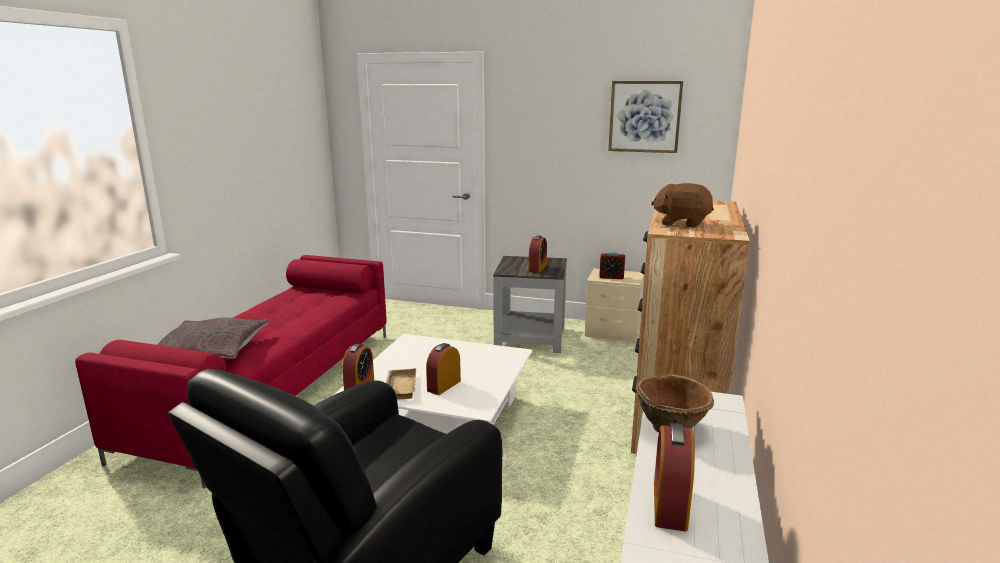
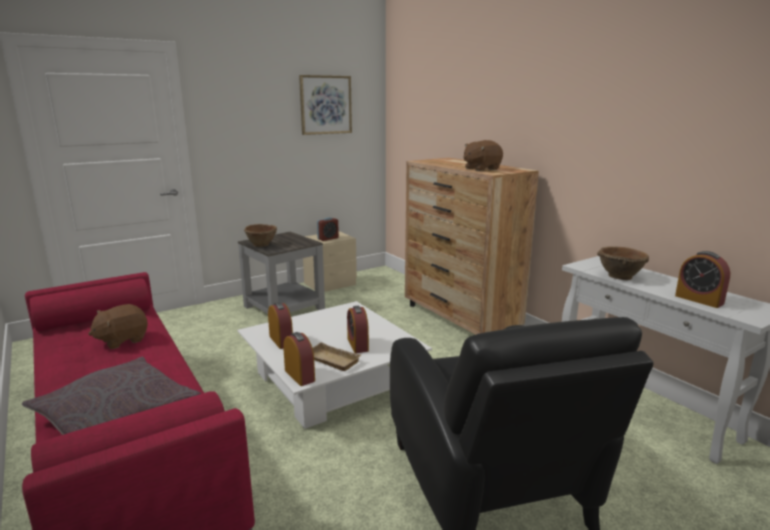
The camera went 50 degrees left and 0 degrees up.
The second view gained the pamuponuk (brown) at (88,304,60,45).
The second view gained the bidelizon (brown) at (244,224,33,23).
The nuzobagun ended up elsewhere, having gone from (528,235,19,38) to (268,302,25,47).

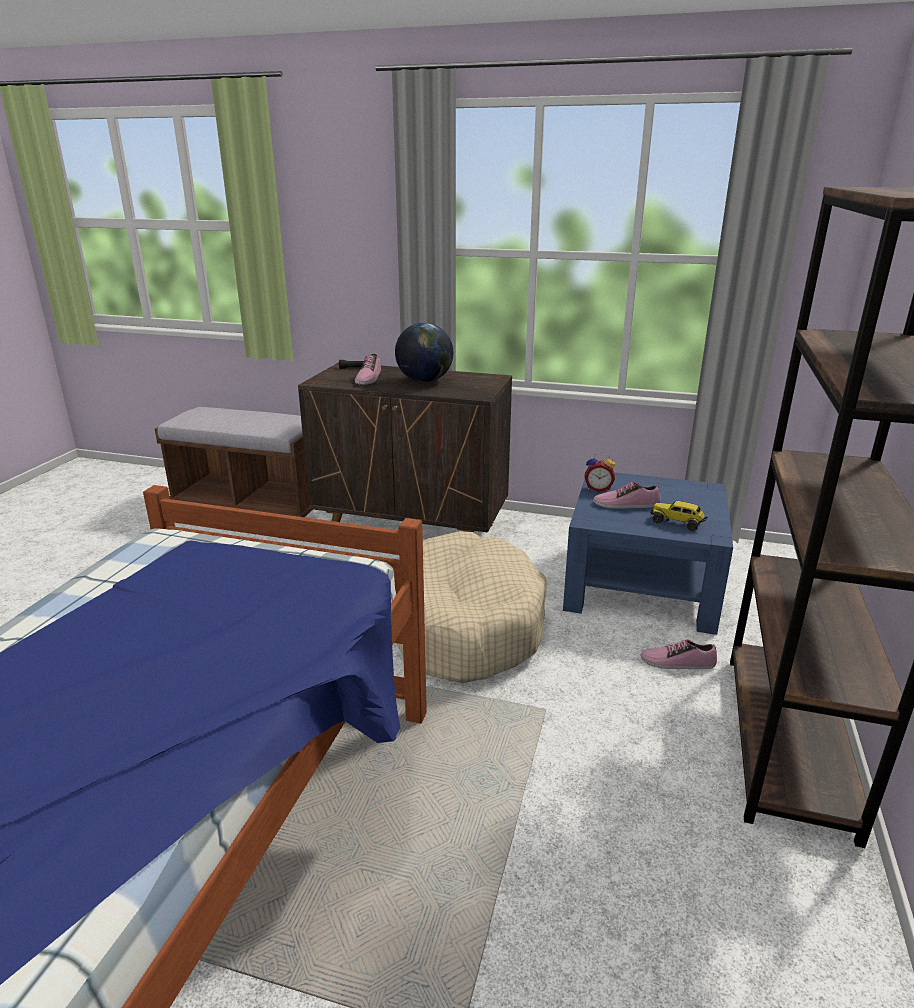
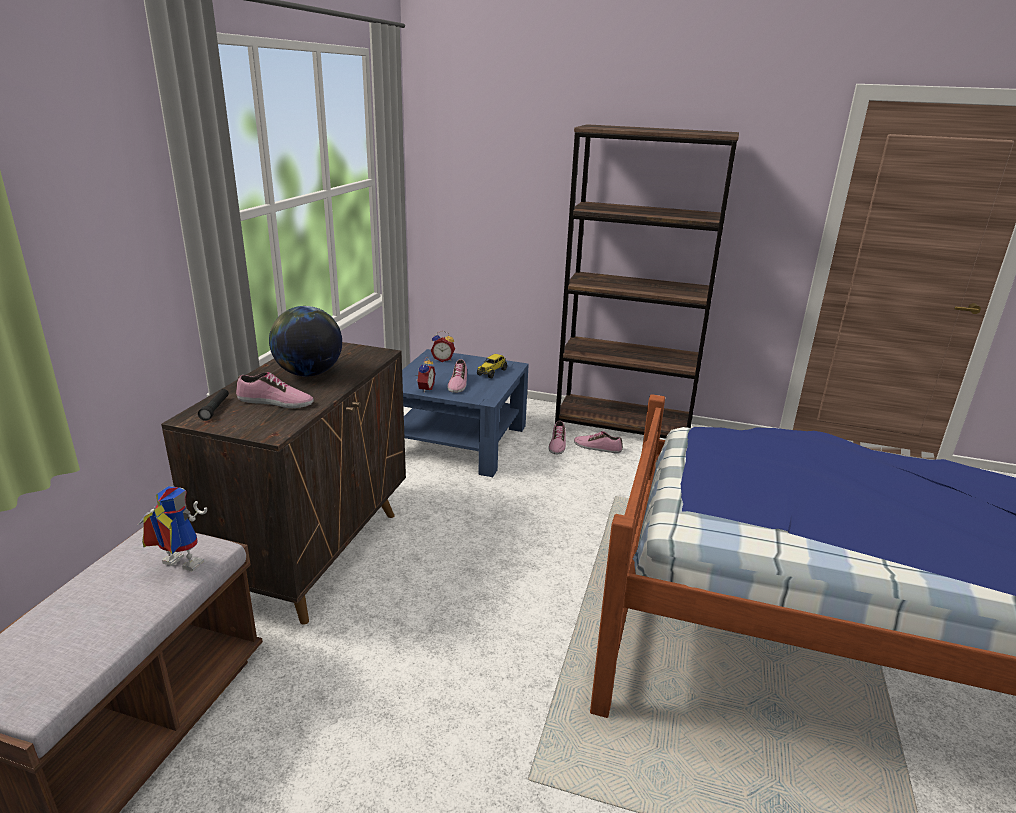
The camera went 90 degrees left and 0 degrees up.
The second view lost the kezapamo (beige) at (397,531,150,152).
The second view gained the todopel at (137,486,70,85).
The second view gained the nuzobagun at (431,331,24,31).
The second view gained the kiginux at (574,431,49,22).

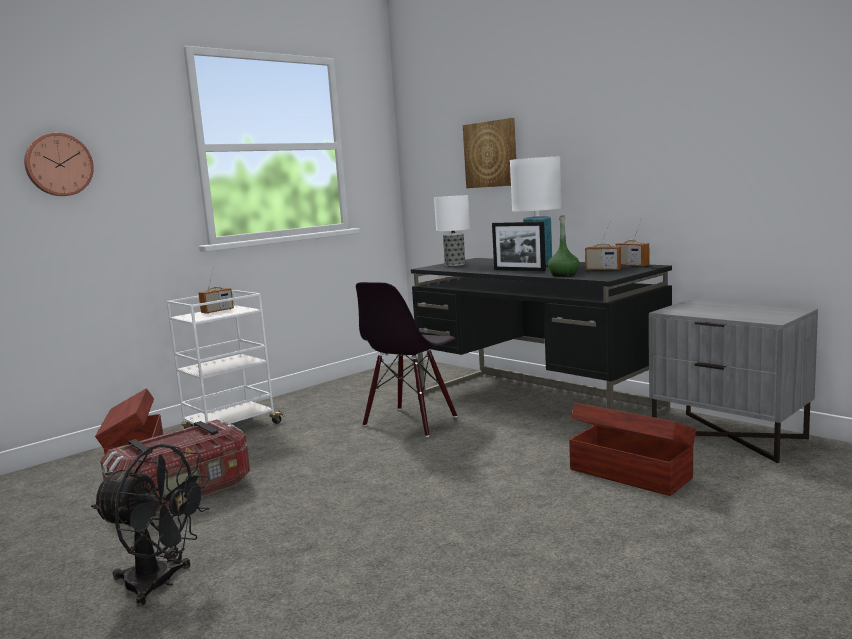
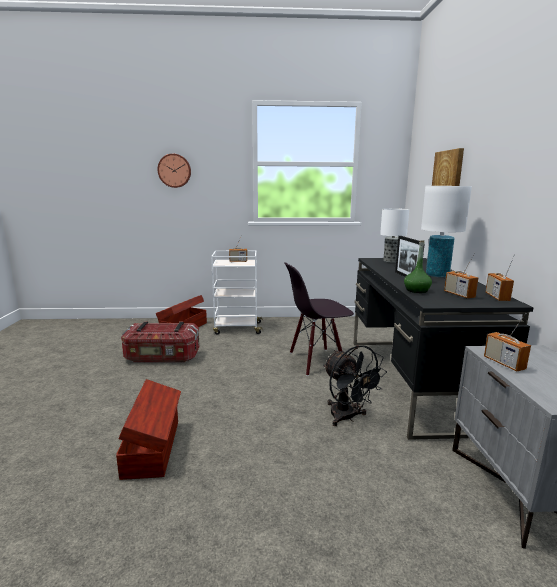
The camera went 40 degrees right and 5 degrees up.
The second view gained the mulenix at (484,313,47,58).
The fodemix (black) ended up elsewhere, having gone from (91,444,119,163) to (323,345,64,81).
The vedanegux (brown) ended up elsewhere, having gone from (569,403,127,93) to (116,379,65,101).

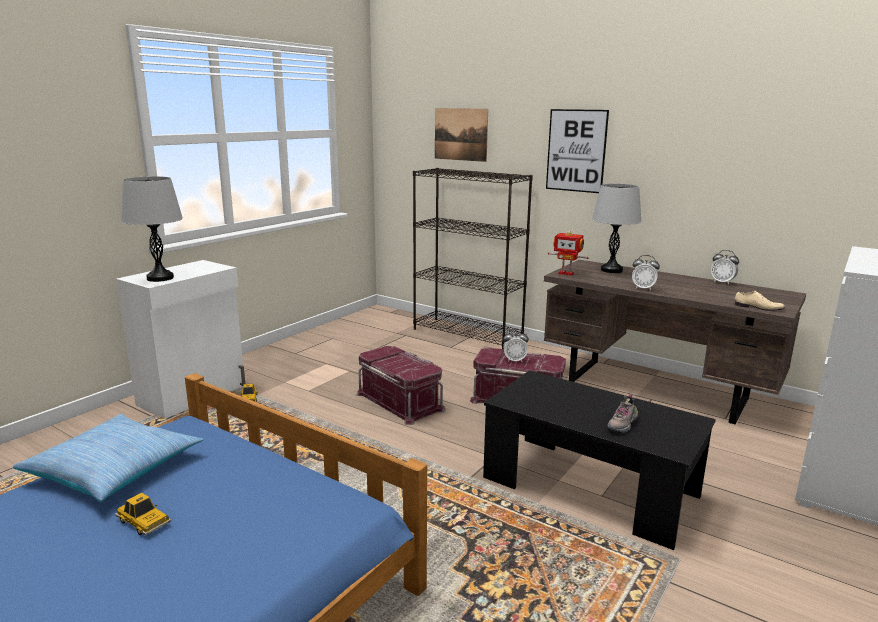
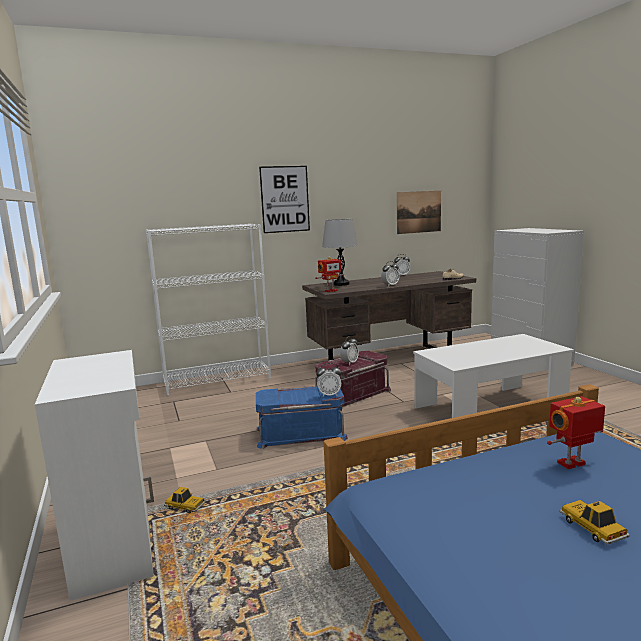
The camera went 55 degrees left and 5 degrees down.
The second view lost the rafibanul at (13,414,191,88).
The second view lost the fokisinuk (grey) at (121,176,62,106).
The second view lost the kiginux at (607,394,31,39).
The second view gained the nuzobagun at (316,363,26,34).
The second view gained the todopel at (547,396,58,73).
The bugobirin ended up elsewhere, having gone from (435,108,53,54) to (397,191,44,43).
What was the vedanegux (red) at (356,346,89,79) turned into the vedanegux (blue) at (256,385,92,64).
What was the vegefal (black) at (413,168,120,181) turned into the vegefal (white) at (145,223,126,173).
What was the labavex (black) at (483,370,233,180) turned into the labavex (white) at (413,334,161,84).
The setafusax at (115,493,56,42) ended up facing another way, 90 degrees counterclockwise from before.

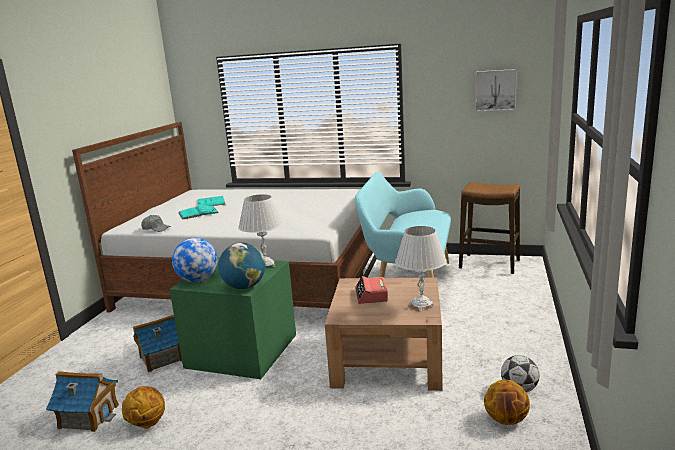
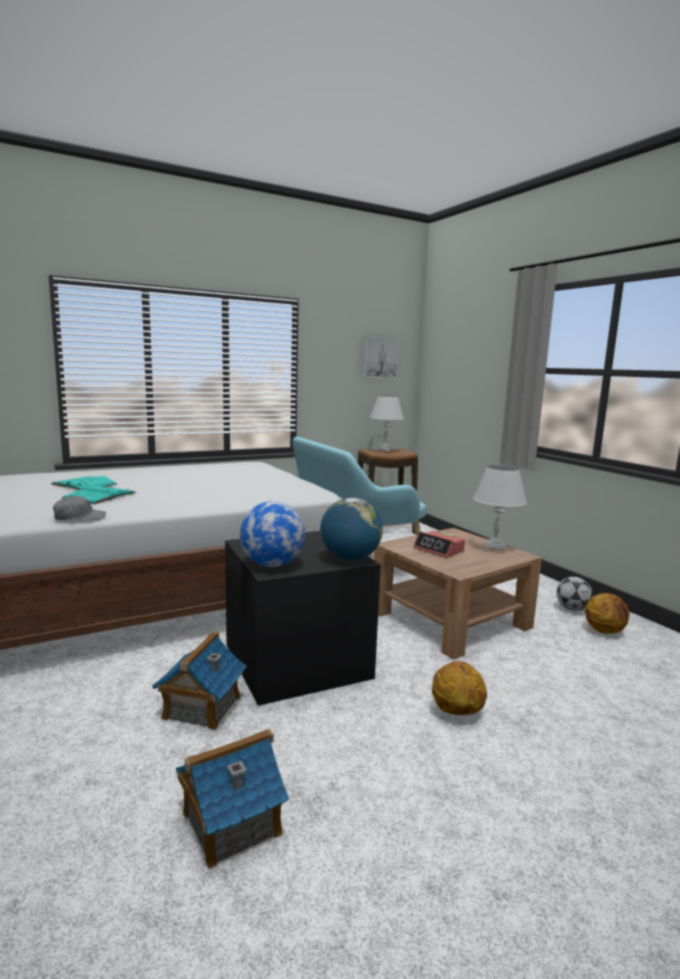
The camera went 45 degrees left and 5 degrees down.
The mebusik ended up elsewhere, having gone from (122,386,43,43) to (432,661,55,54).
The fokisinuk (white) ended up elsewhere, having gone from (238,194,45,73) to (370,396,34,56).
What was the vedanegux (green) at (169,257,127,122) turned into the vedanegux (black) at (225,531,156,175).

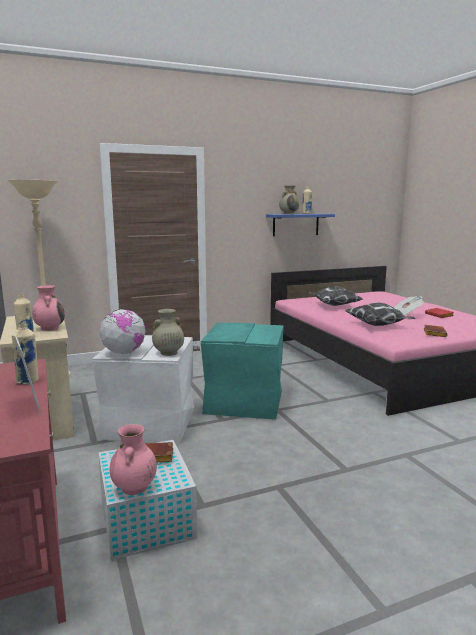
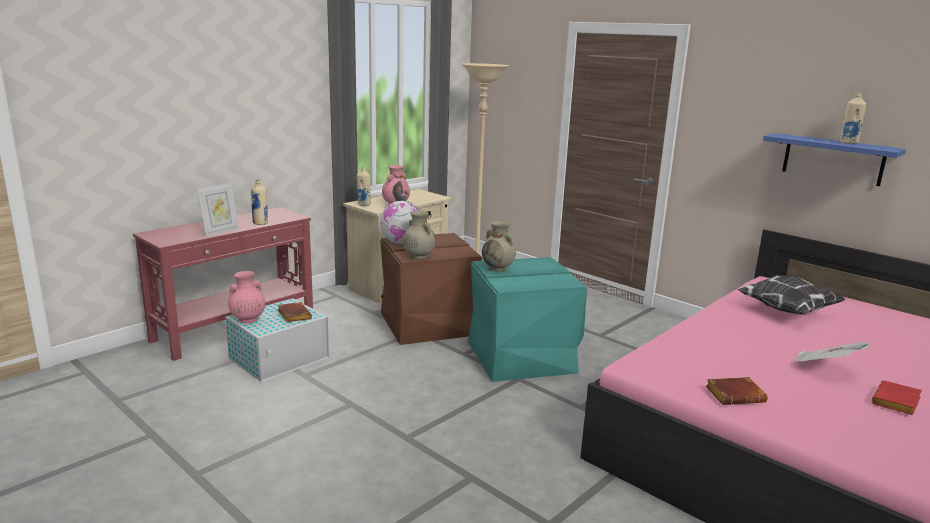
The camera went 65 degrees right and 5 degrees up.
The second view lost the rafibanul at (345,303,71,23).
The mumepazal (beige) ended up elsewhere, having gone from (279,185,20,29) to (482,221,34,50).
What was the vedanegux (white) at (92,335,102,108) turned into the vedanegux (brown) at (380,233,102,112).

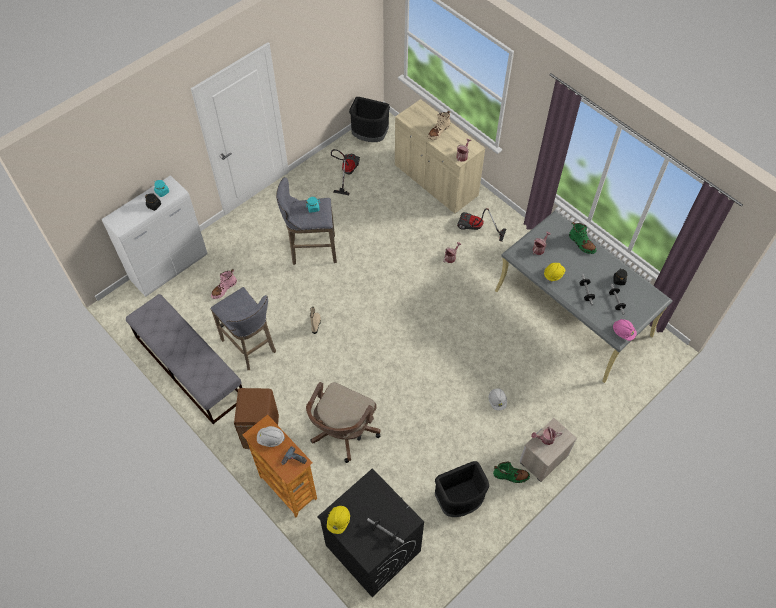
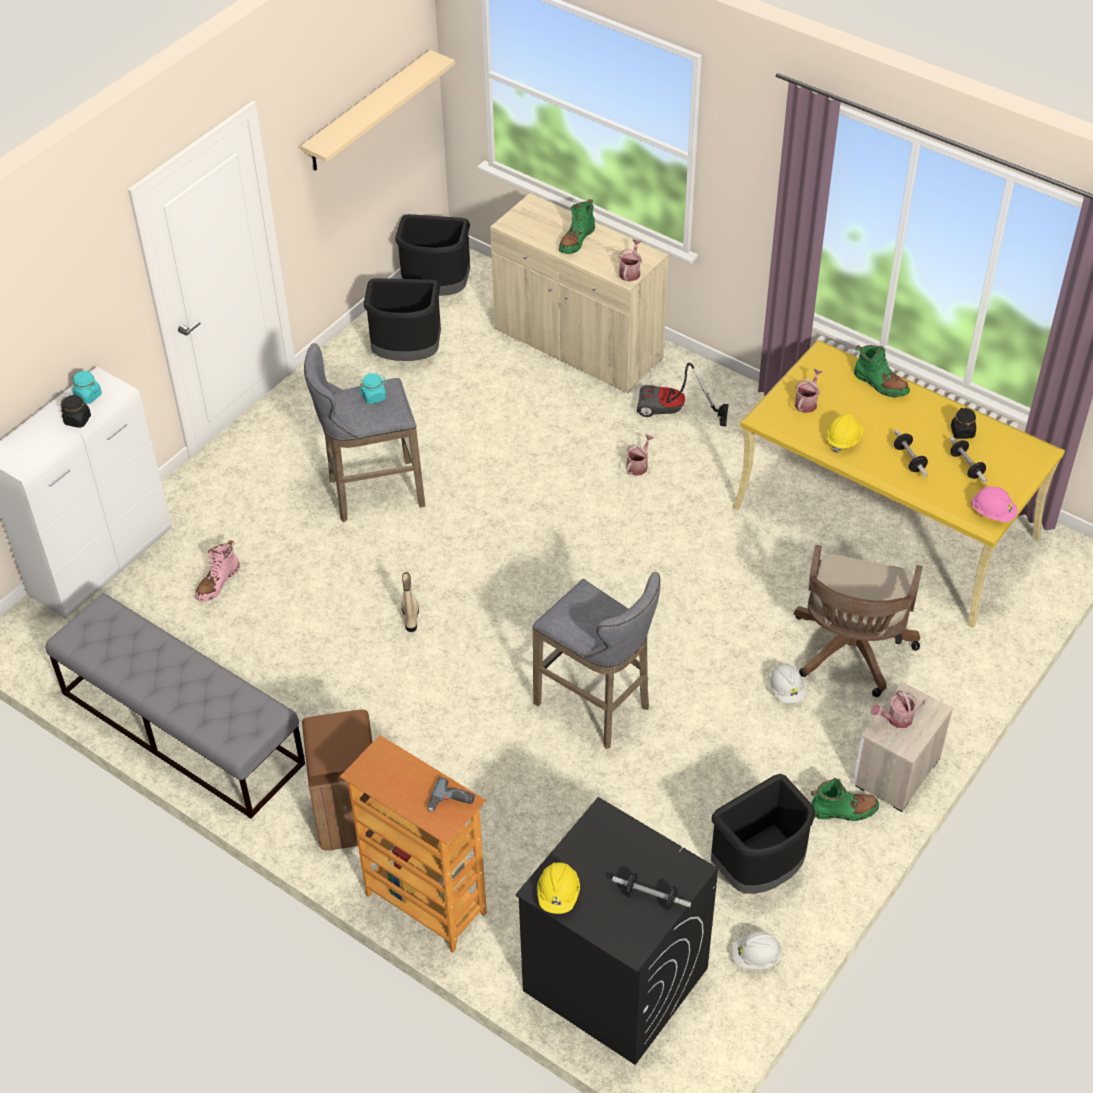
The camera went 10 degrees left and 10 degrees down.
The second view gained the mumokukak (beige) at (301,50,154,121).
The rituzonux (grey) ended up elsewhere, having gone from (211,287,65,83) to (533,572,128,177).
The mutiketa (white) ended up elsewhere, having gone from (257,426,28,21) to (732,931,50,38).
The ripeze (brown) ended up elsewhere, having gone from (306,382,75,81) to (794,545,129,152).
Where the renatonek stood at (331,149,29,46), the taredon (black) came to stand at (364,278,77,83).
What was the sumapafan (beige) at (428,111,22,29) turned into the sumapafan (green) at (559,199,36,55).
What was the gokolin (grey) at (495,211,178,172) turned into the gokolin (yellow) at (734,340,331,288).

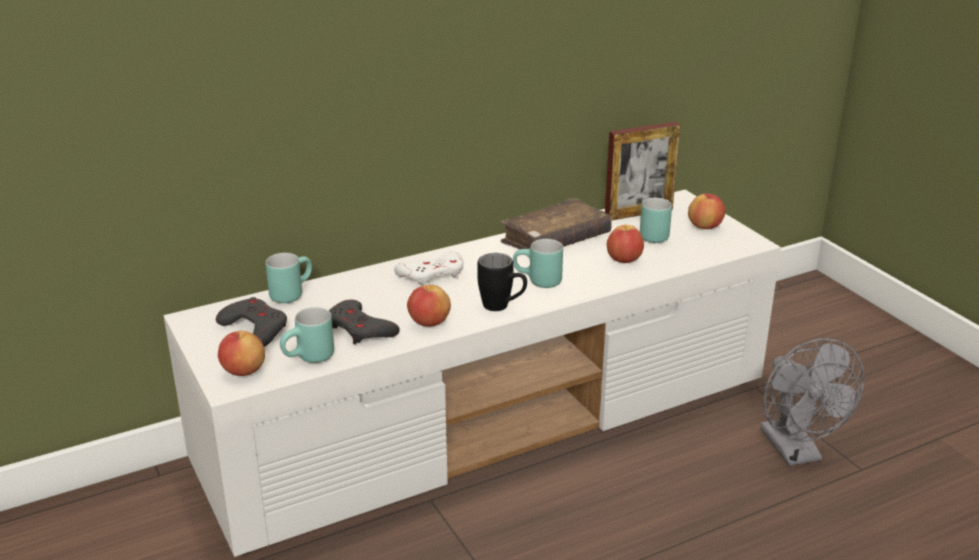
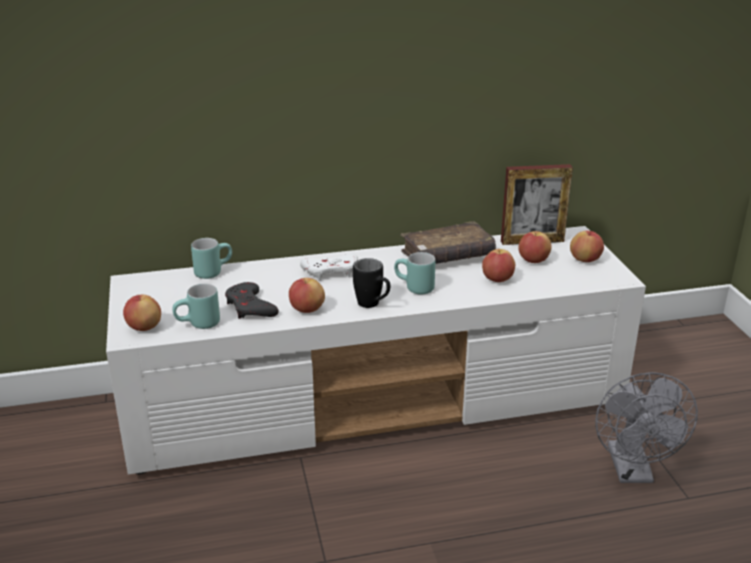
The camera went 15 degrees right and 0 degrees up.
The second view lost the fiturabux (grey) at (216,297,71,50).
Where the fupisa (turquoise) stood at (640,198,32,45), the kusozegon came to stand at (518,231,34,32).

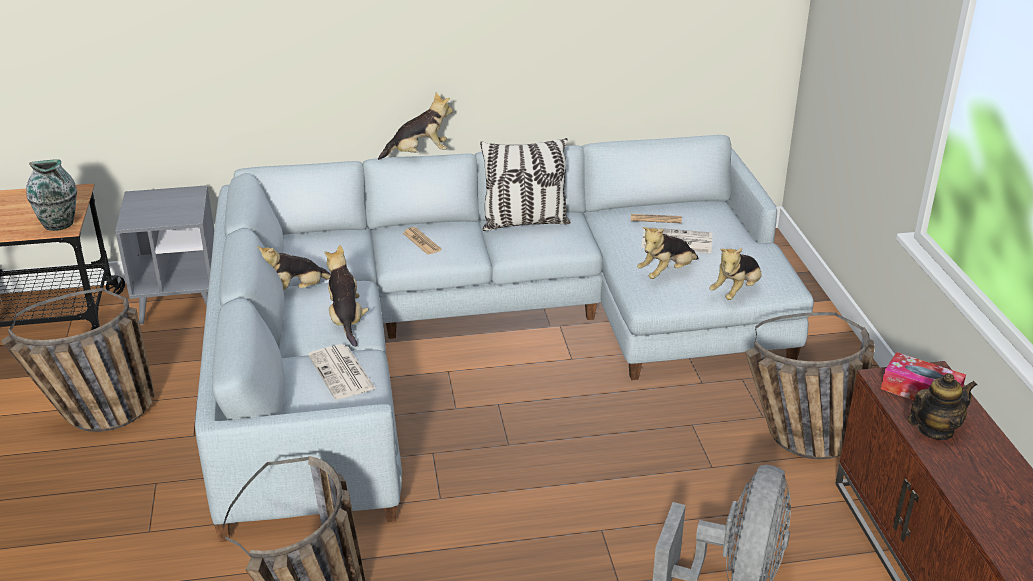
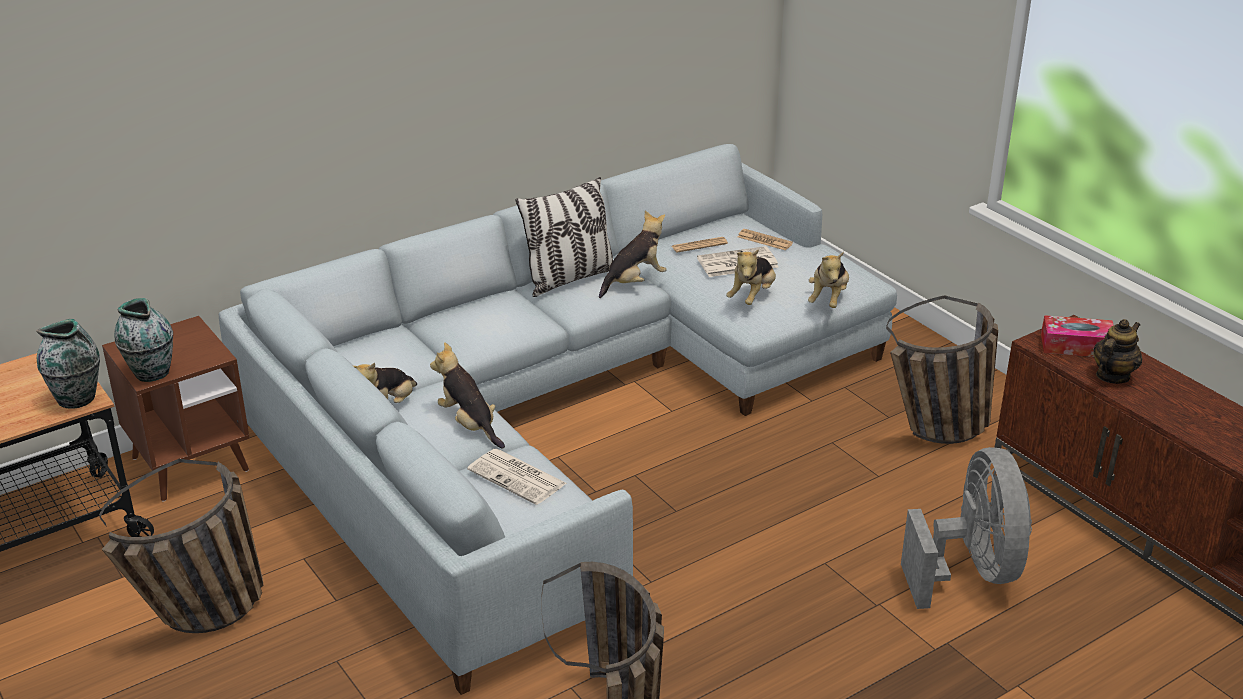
The camera went 25 degrees left and 0 degrees up.
The second view gained the mumepazal at (114,298,59,84).
The pamuponuk ended up elsewhere, having gone from (378,92,75,68) to (599,211,68,87).
The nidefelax ended up elsewhere, having gone from (403,227,39,28) to (738,229,55,22).
What was the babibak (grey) at (115,185,99,140) turned into the babibak (brown) at (102,316,148,186).

